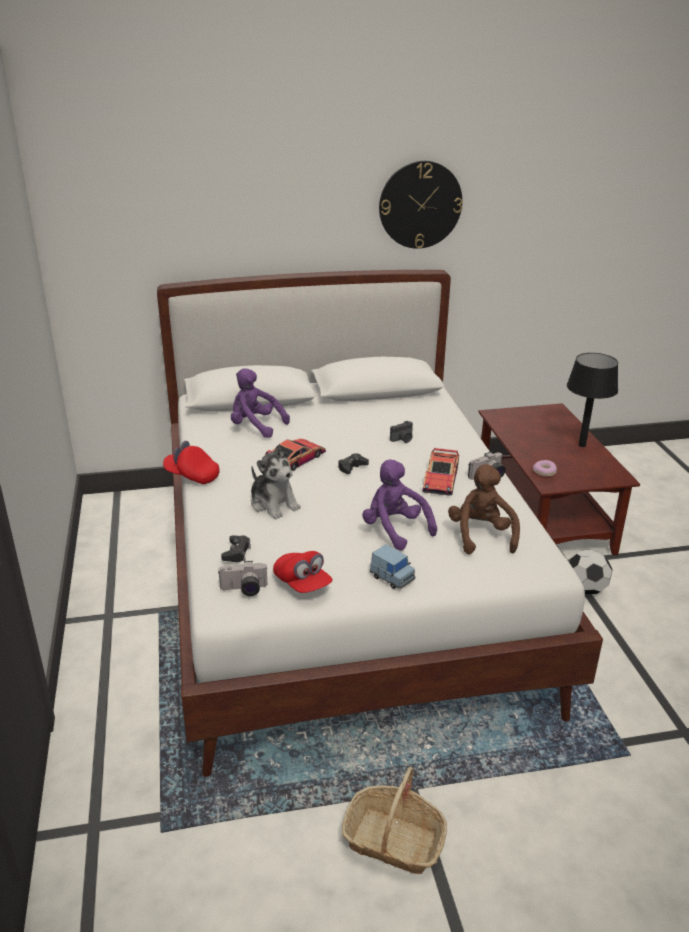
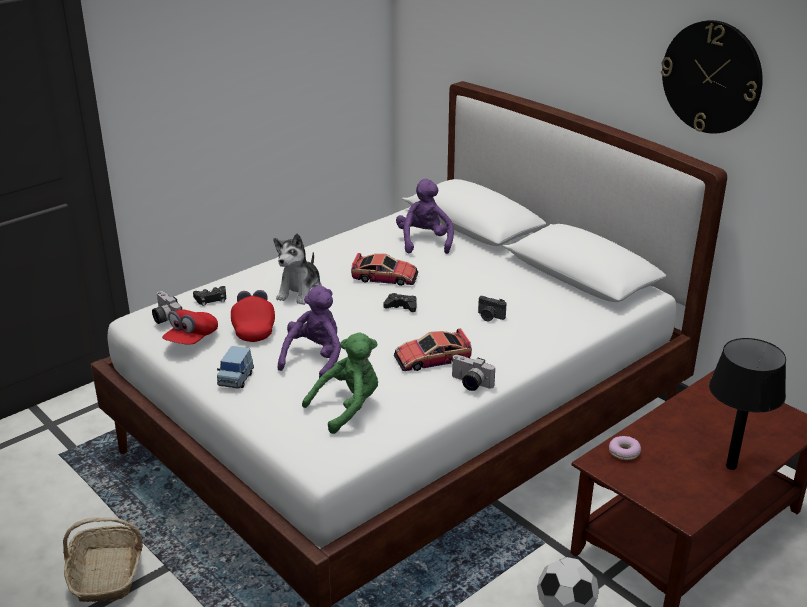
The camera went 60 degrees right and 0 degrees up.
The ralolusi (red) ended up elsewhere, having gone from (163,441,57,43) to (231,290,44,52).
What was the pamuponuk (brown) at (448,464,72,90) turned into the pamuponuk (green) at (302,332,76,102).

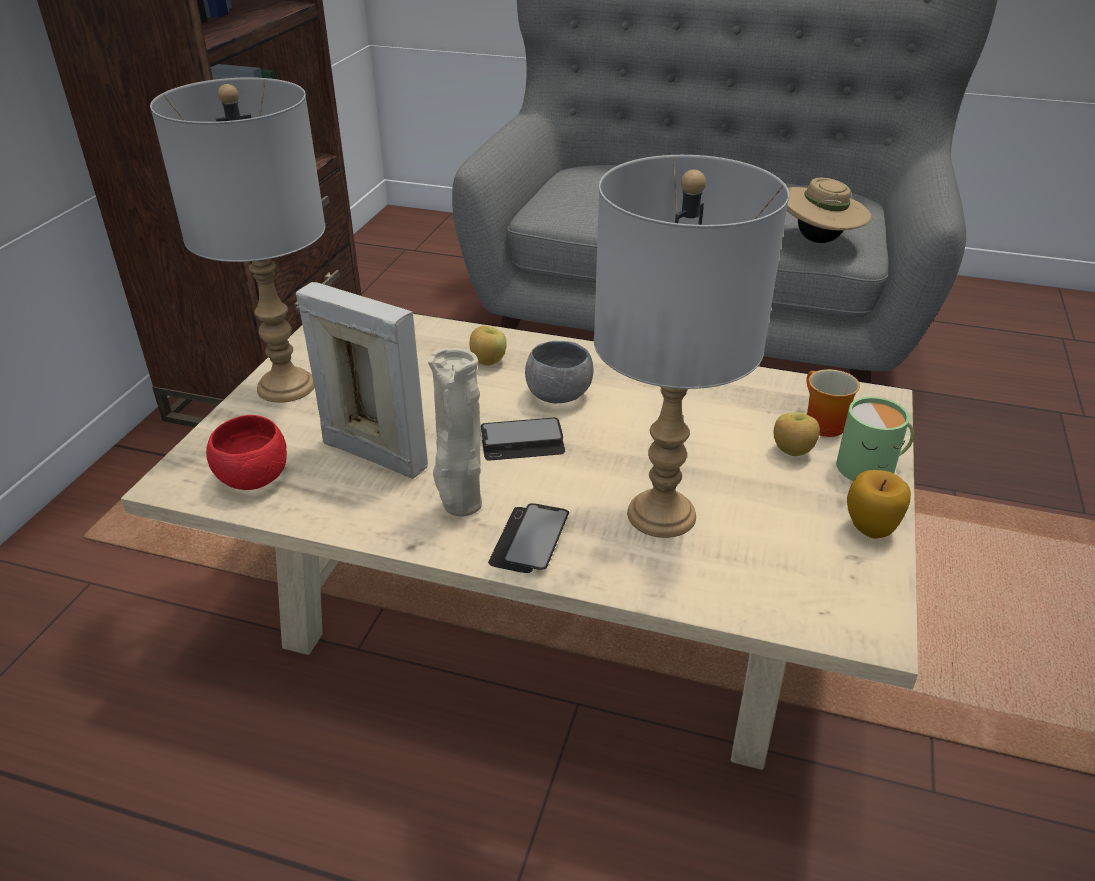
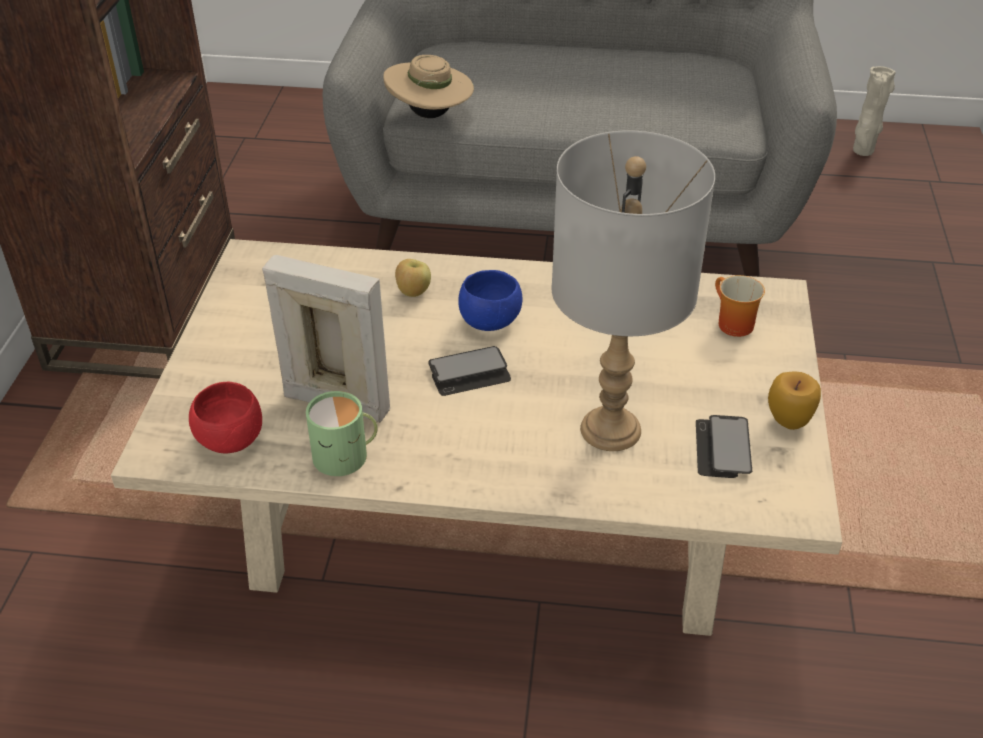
The camera went 10 degrees left and 5 degrees up.
The second view lost the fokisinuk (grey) at (150,77,175,326).
The second view lost the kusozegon at (774,412,46,44).
The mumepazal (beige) ended up elsewhere, having gone from (428,348,54,169) to (853,66,43,90).
The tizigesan ended up elsewhere, having gone from (488,503,81,70) to (696,415,56,63).
The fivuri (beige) ended up elsewhere, having gone from (787,178,84,65) to (383,55,91,63).
The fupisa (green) ended up elsewhere, having gone from (836,397,78,84) to (306,391,72,85).
What was the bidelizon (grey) at (525,341,68,62) turned into the bidelizon (blue) at (458,270,64,61).

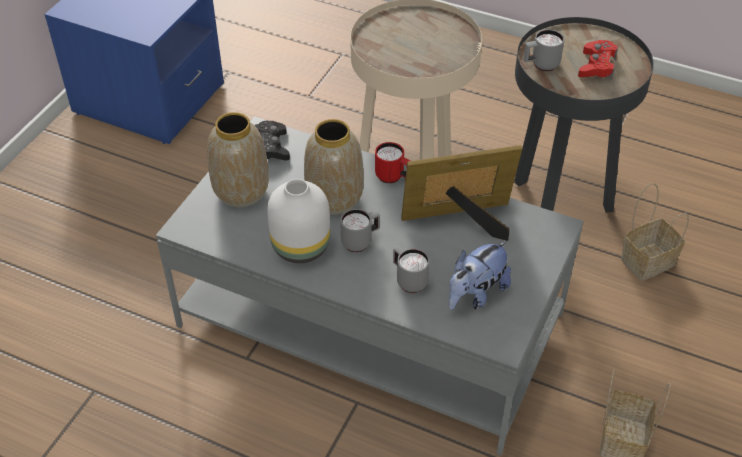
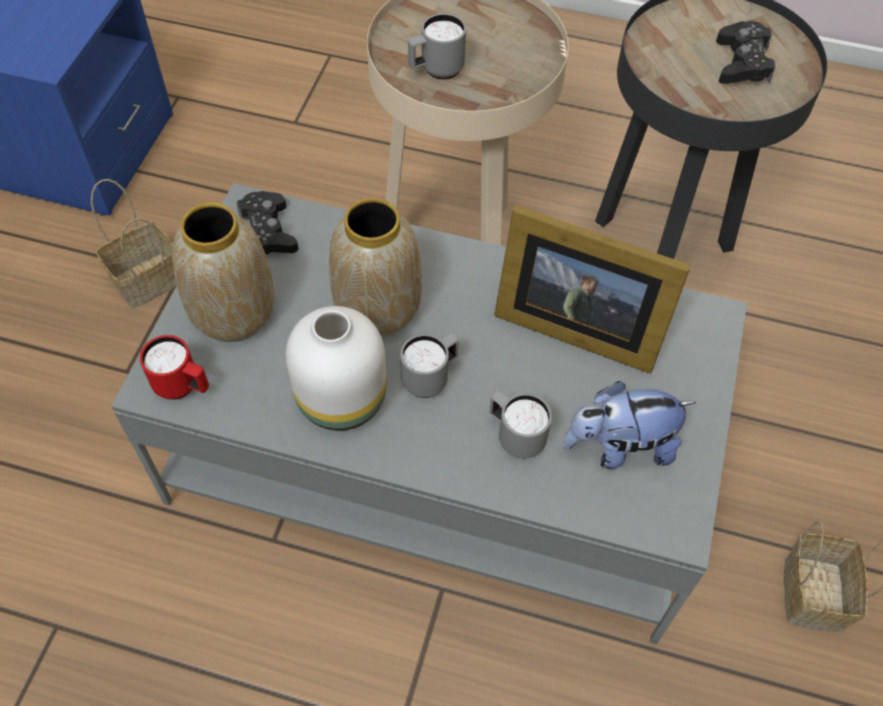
The camera went 10 degrees left and 10 degrees up.
The fupisa (red) ended up elsewhere, having gone from (375,142,36,41) to (140,335,69,65).
The fupisa (grey) ended up elsewhere, having gone from (524,29,40,42) to (408,13,58,66).
The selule ended up elsewhere, having gone from (621,183,68,98) to (91,179,86,130).
What was the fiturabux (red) at (578,40,40,39) turned into the fiturabux (black) at (716,21,60,63).
The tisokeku at (401,145,121,96) ended up facing another way, 135 degrees counterclockwise from before.
The pamuponuk at (449,240,62,70) ended up facing another way, 45 degrees clockwise from before.

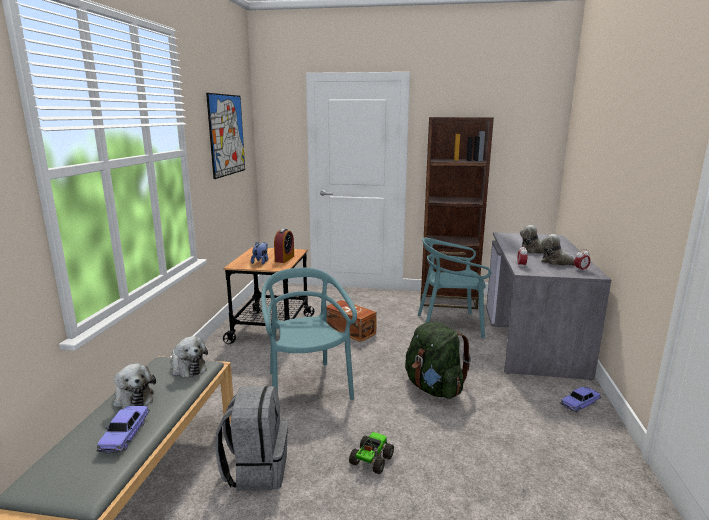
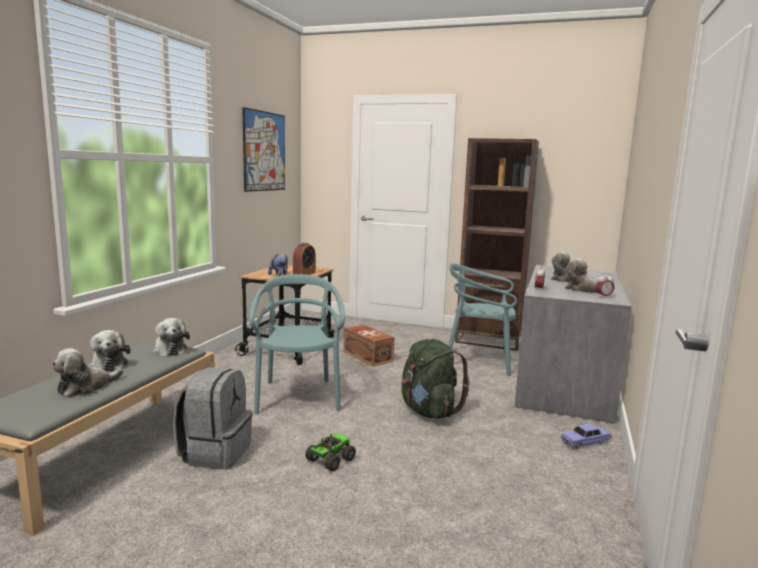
The camera went 10 degrees right and 5 degrees down.
Where the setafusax stood at (96,406,54,48), the pamuponuk came to stand at (51,348,72,49).

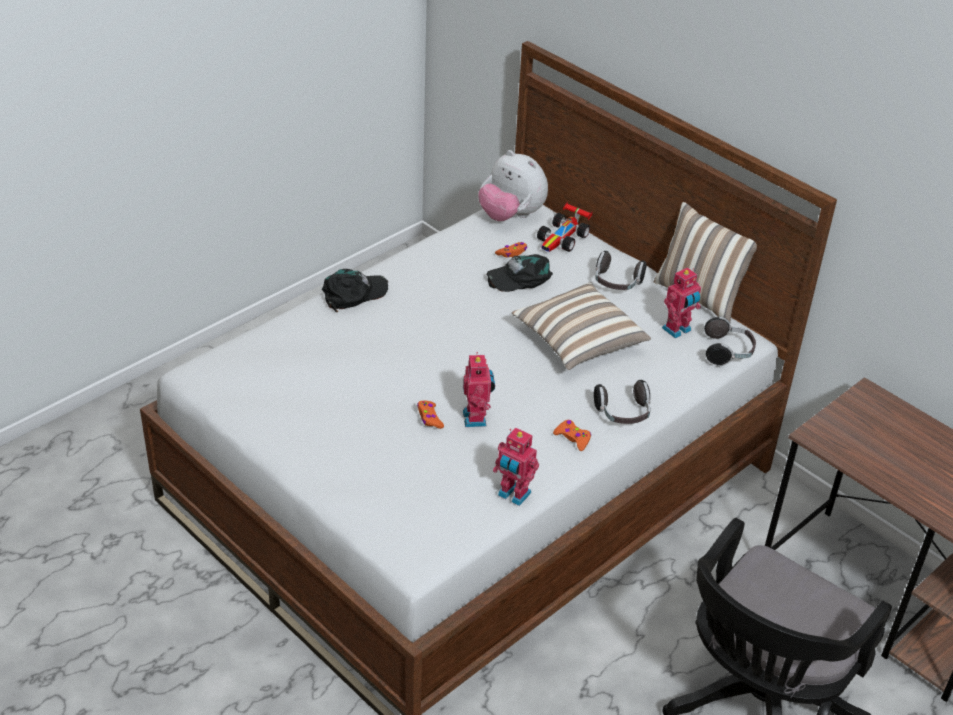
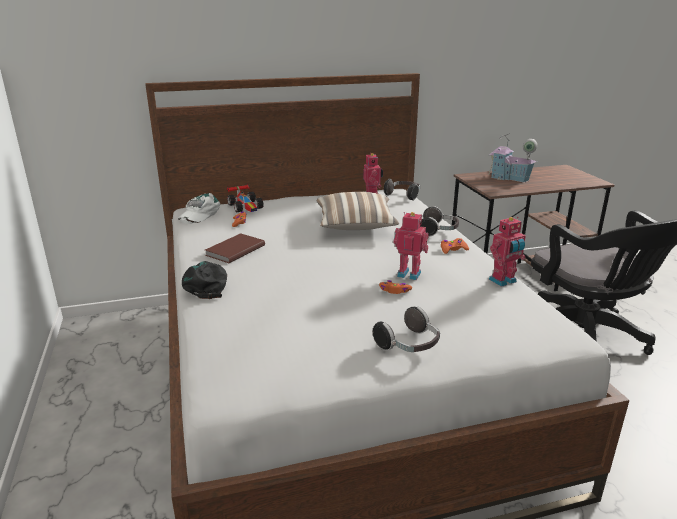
The camera went 60 degrees left and 15 degrees down.
The second view lost the ralolusi (black) at (486,254,67,38).
The second view lost the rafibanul at (654,202,103,120).
The second view gained the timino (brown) at (205,233,60,30).
The second view gained the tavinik at (489,133,48,50).
The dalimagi ended up elsewhere, having gone from (595,251,52,39) to (373,307,67,45).
Where the pamuponuk stood at (479,150,69,71), the ralolusi (white) came to stand at (178,193,42,31).

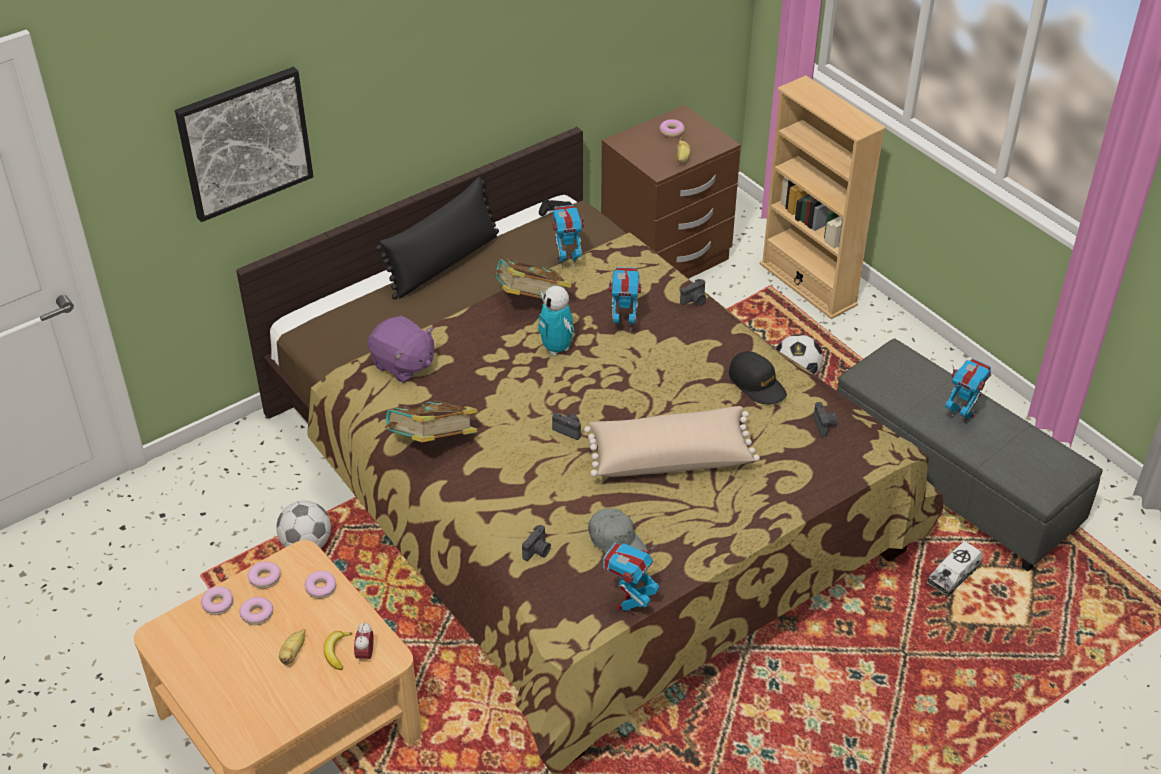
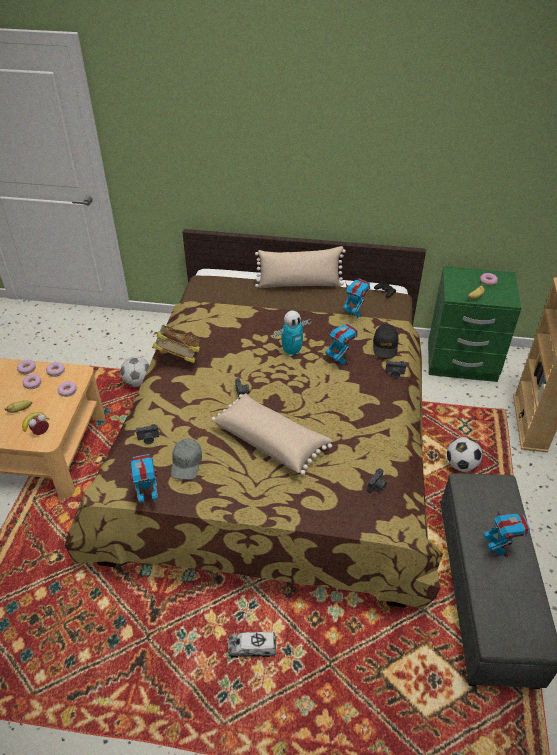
The camera went 45 degrees right and 0 degrees up.
The second view lost the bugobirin at (175,67,139,155).
The second view lost the pamuponuk (purple) at (367,316,67,67).
The second view lost the timino at (491,259,81,39).
The ralolusi (black) ended up elsewhere, having gone from (729,351,58,53) to (373,324,25,34).
The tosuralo ended up elsewhere, having gone from (927,541,56,56) to (228,632,48,26).
What was the rafibanul (black) at (376,177,123,122) turned into the rafibanul (beige) at (255,246,91,42).
What was the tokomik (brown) at (601,105,140,174) turned into the tokomik (green) at (428,266,93,116).
The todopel at (538,286,36,70) ended up facing another way, 135 degrees counterclockwise from before.

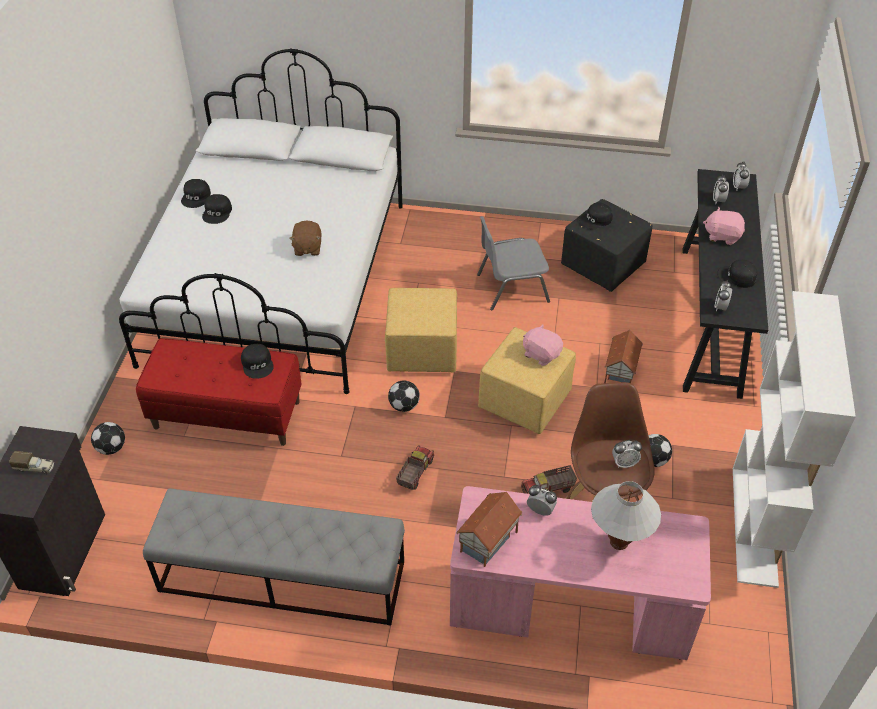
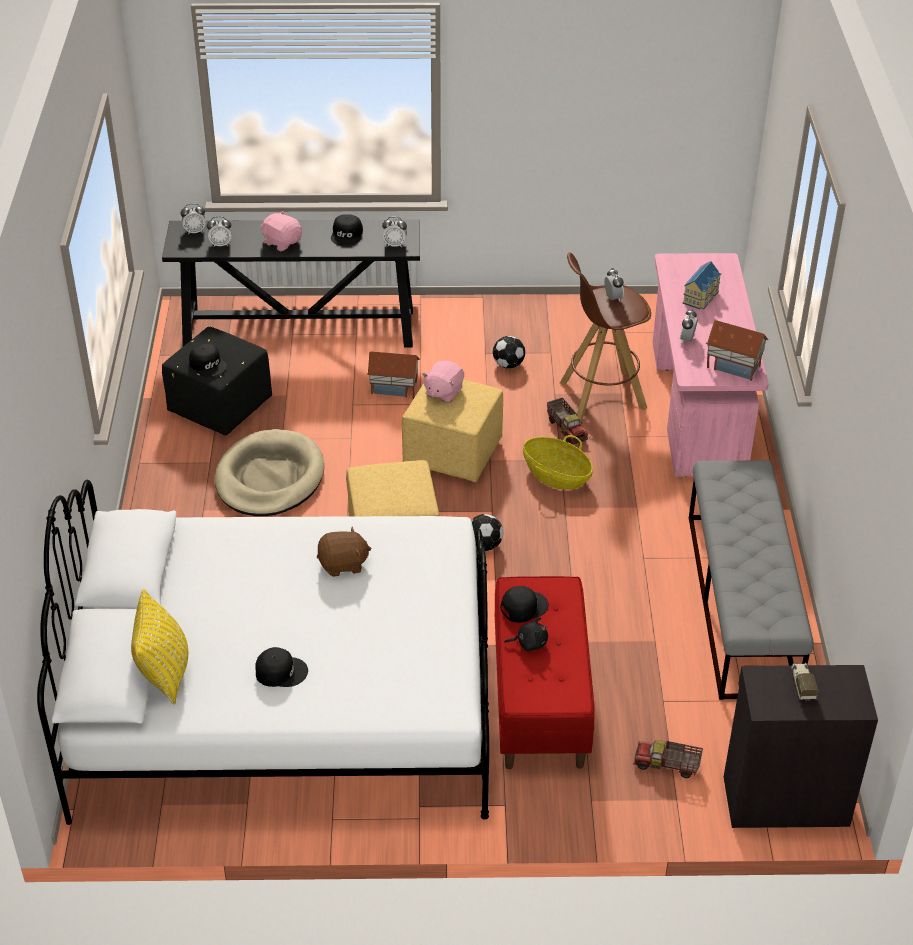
The camera went 100 degrees left and 5 degrees down.
The second view lost the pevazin at (91,422,34,33).
The second view lost the ralolusi (black) at (181,179,30,29).
The second view lost the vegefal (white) at (733,291,123,297).
The second view gained the rafibanul (yellow) at (131,589,57,116).
The second view gained the pamuponuk (black) at (504,617,44,35).
The second view gained the selule at (523,435,70,55).
The tosuralo ended up elsewhere, having gone from (396,445,38,45) to (634,740,69,38).
Where the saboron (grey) stood at (477,216,73,95), the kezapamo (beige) came to stand at (215,429,109,87).
Where the fokisinuk (white) stood at (591,481,70,69), the tavinik came to stand at (683,261,38,48).
The pamuponuk (pink) at (703,207,42,38) ended up facing another way, 120 degrees clockwise from before.

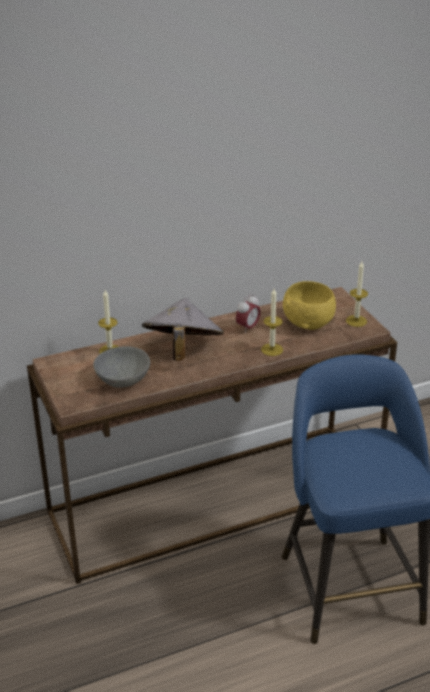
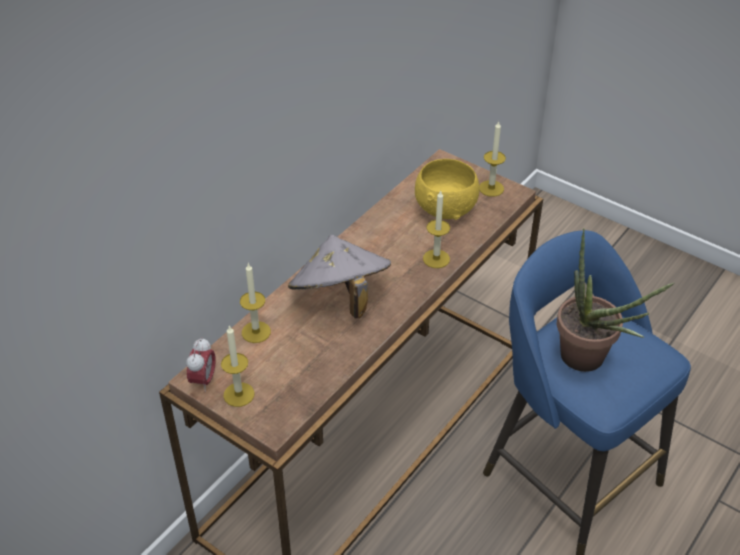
The camera went 30 degrees left and 10 degrees up.
The second view lost the bidelizon (grey) at (93,346,57,42).
The second view gained the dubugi at (221,325,34,82).
The second view gained the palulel at (557,228,117,144).
The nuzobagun ended up elsewhere, having gone from (236,294,25,40) to (186,337,30,55).

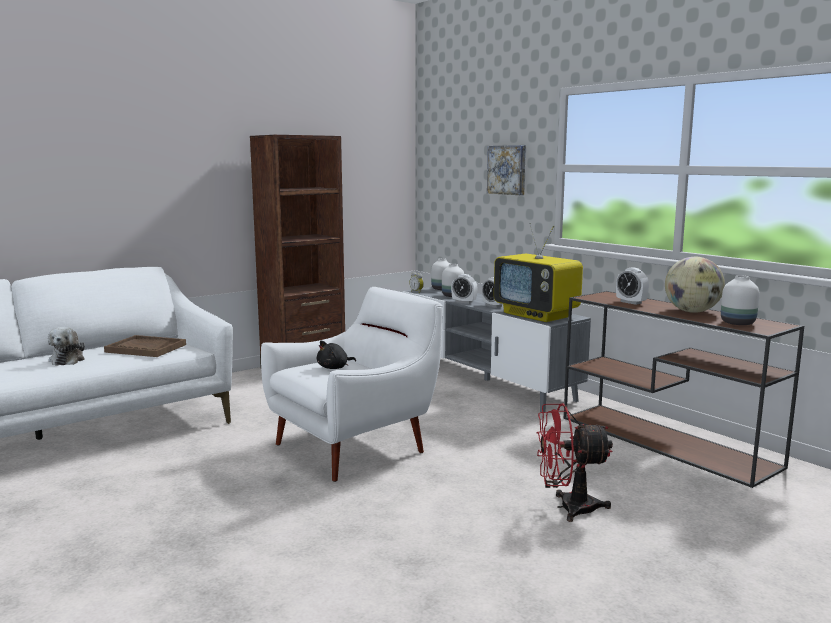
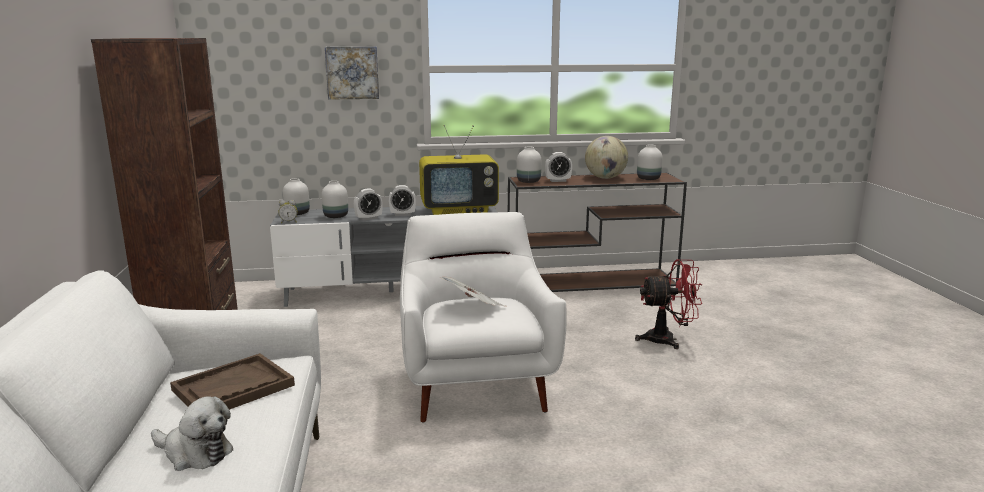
The camera went 60 degrees left and 5 degrees up.
The second view gained the mumepazal (white) at (517,147,24,36).
Where the pamuponuk (black) stood at (317,340,39,29), the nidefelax came to stand at (439,276,66,30).
The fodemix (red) at (537,403,76,119) ended up facing another way, 120 degrees counterclockwise from before.

